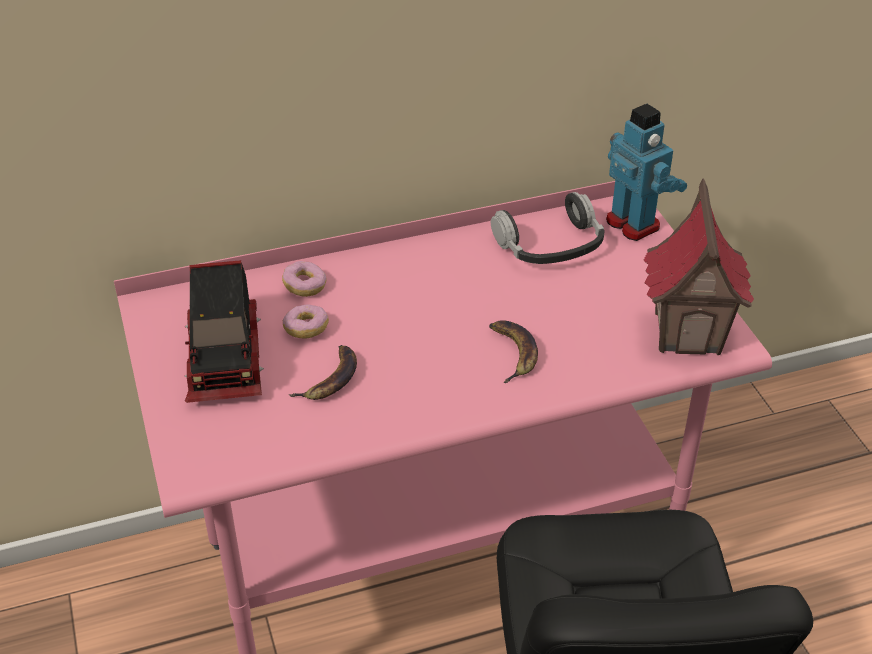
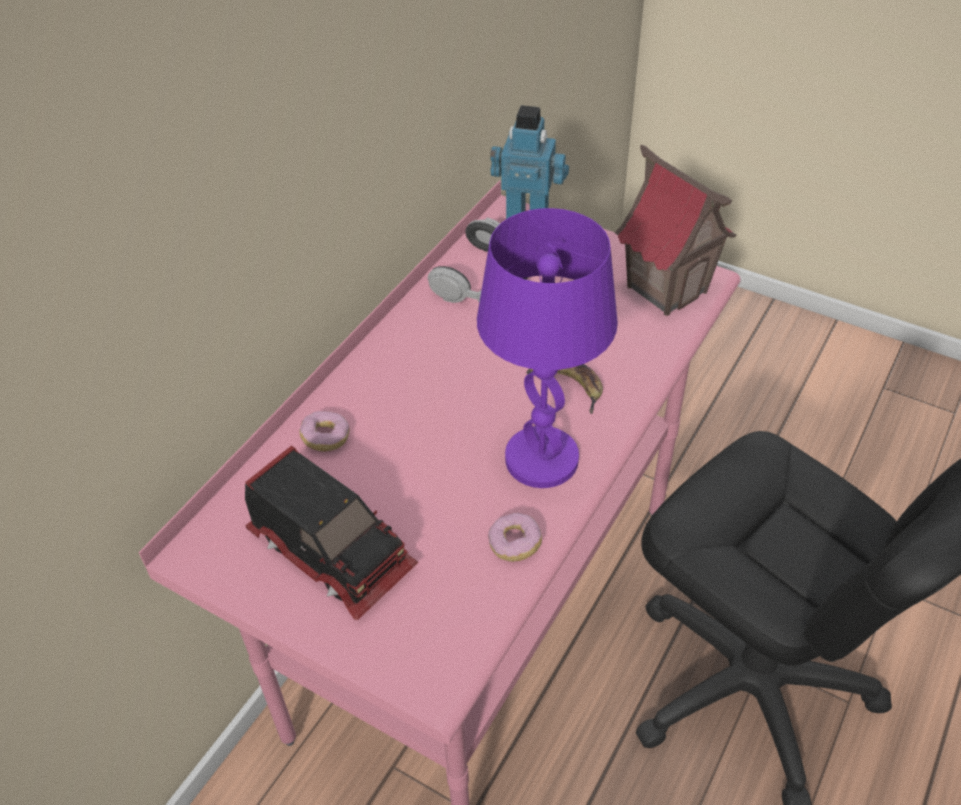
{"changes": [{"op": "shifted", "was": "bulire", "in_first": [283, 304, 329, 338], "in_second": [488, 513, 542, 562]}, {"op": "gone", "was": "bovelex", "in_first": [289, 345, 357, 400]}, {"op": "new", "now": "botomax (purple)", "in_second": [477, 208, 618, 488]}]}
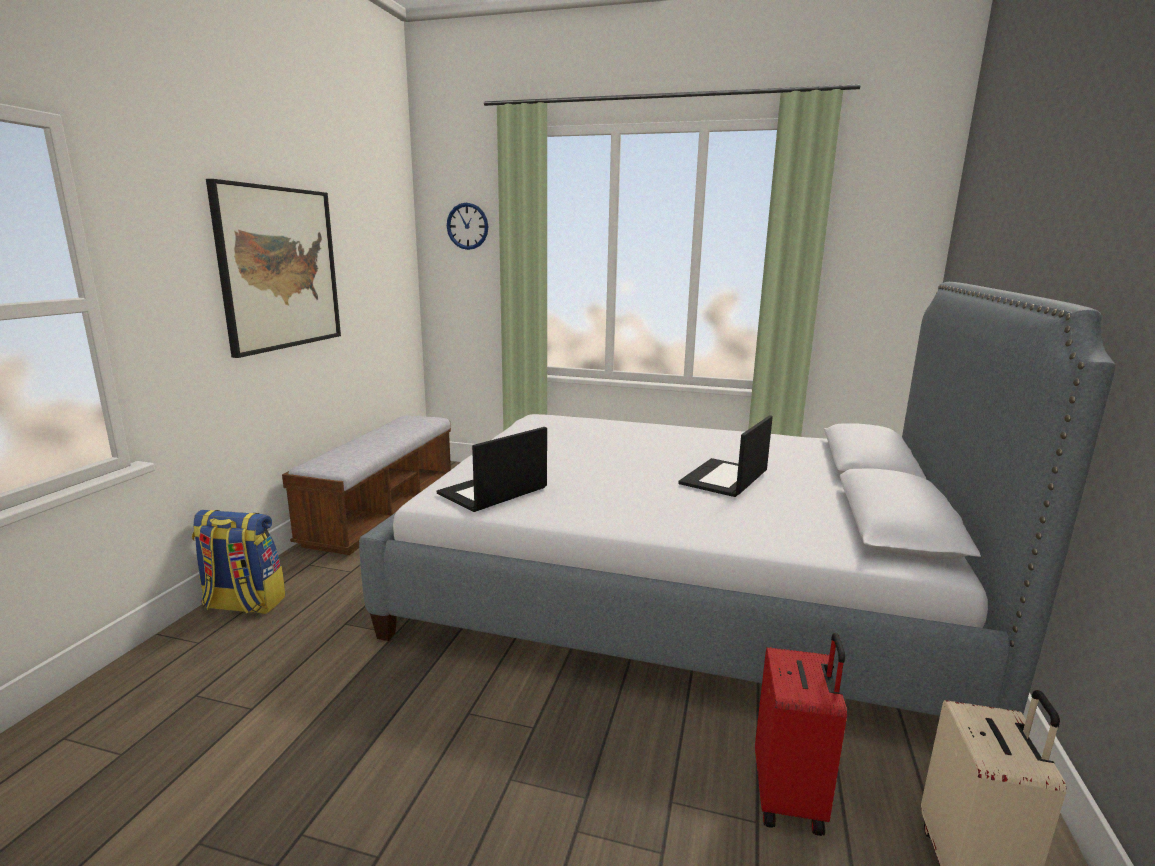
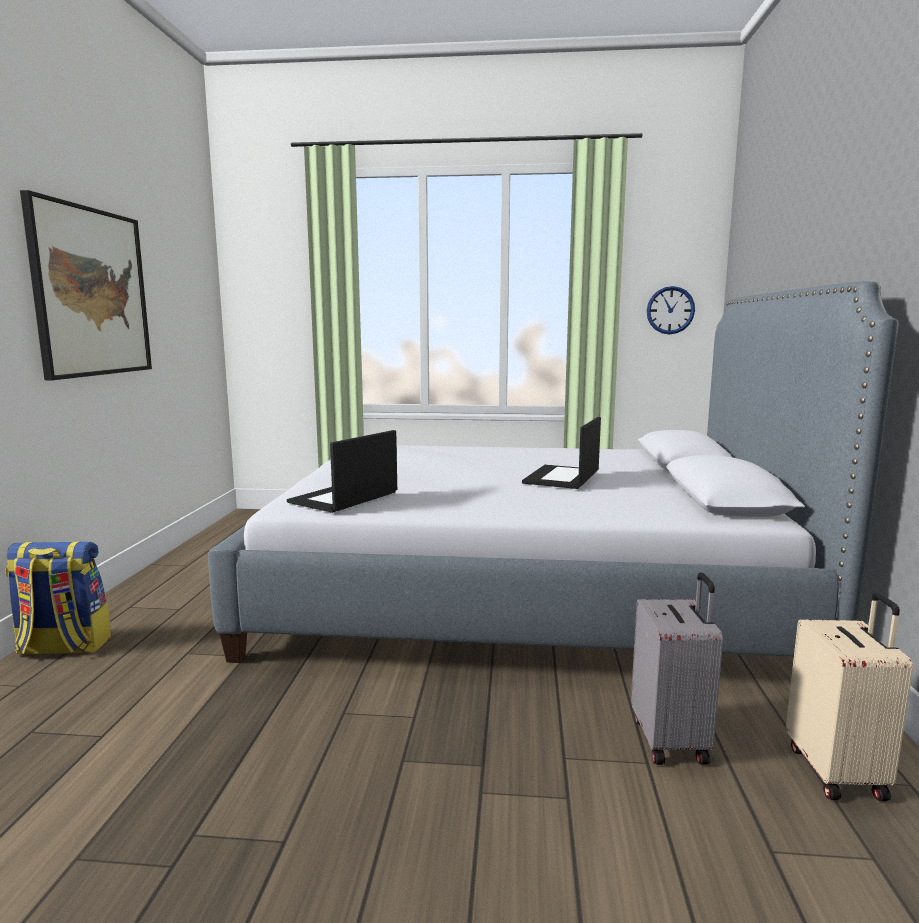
{"changes": [{"op": "gone", "was": "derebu", "in_first": [282, 416, 451, 555]}, {"op": "shifted", "was": "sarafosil", "in_first": [447, 203, 488, 250], "in_second": [647, 286, 695, 334]}, {"op": "repainted", "was": "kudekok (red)", "now": "kudekok (grey)", "in_first": [755, 633, 847, 836], "in_second": [631, 572, 723, 765]}]}
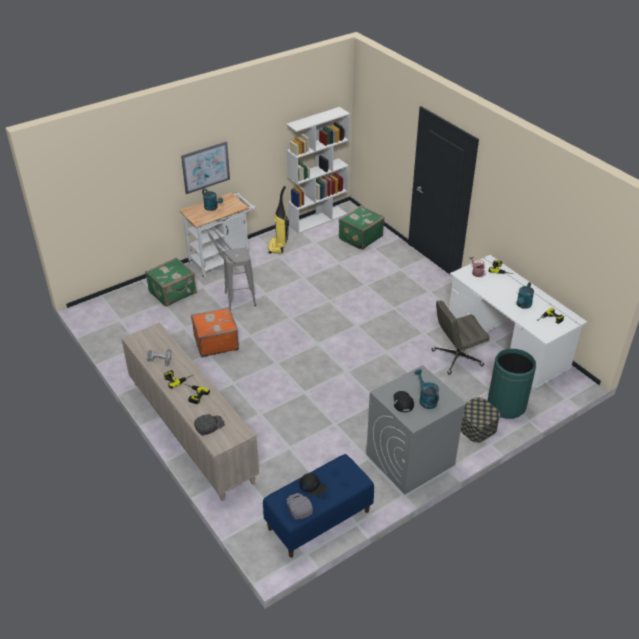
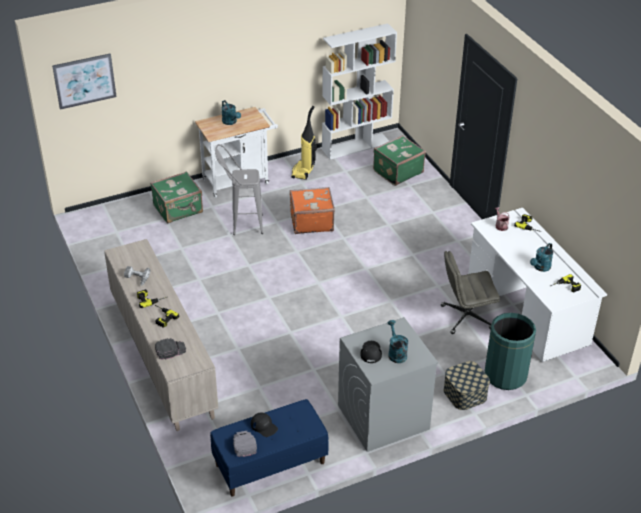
{"changes": [{"op": "shifted", "was": "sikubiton", "in_first": [181, 142, 230, 194], "in_second": [52, 53, 117, 110]}, {"op": "shifted", "was": "kudekok (orange)", "in_first": [191, 307, 239, 358], "in_second": [290, 187, 335, 234]}]}
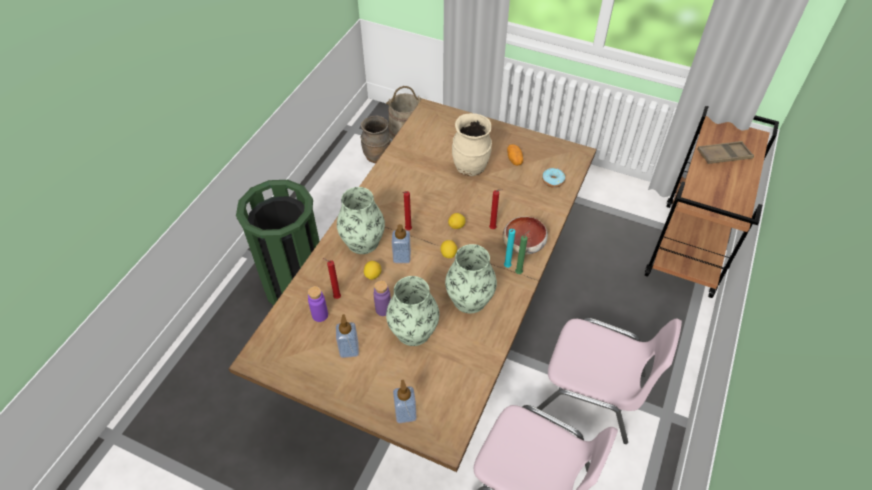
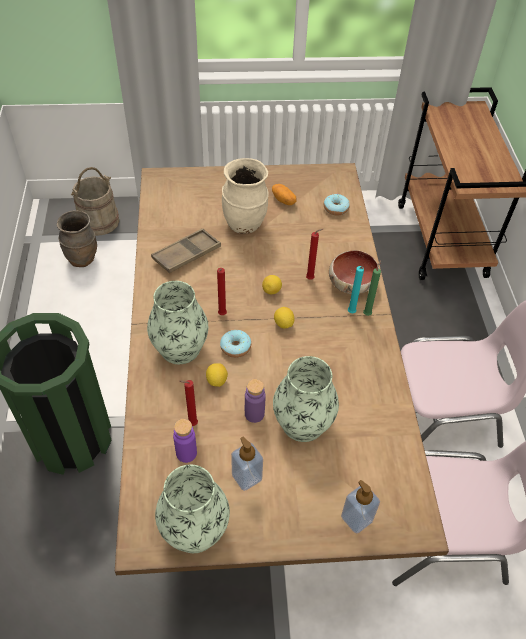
{"changes": [{"op": "swapped", "was": "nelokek", "now": "bulire", "in_first": [392, 224, 411, 263], "in_second": [220, 330, 251, 358]}, {"op": "shifted", "was": "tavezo", "in_first": [445, 244, 497, 313], "in_second": [155, 465, 230, 553]}, {"op": "shifted", "was": "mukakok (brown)", "in_first": [697, 141, 754, 164], "in_second": [151, 229, 221, 273]}]}
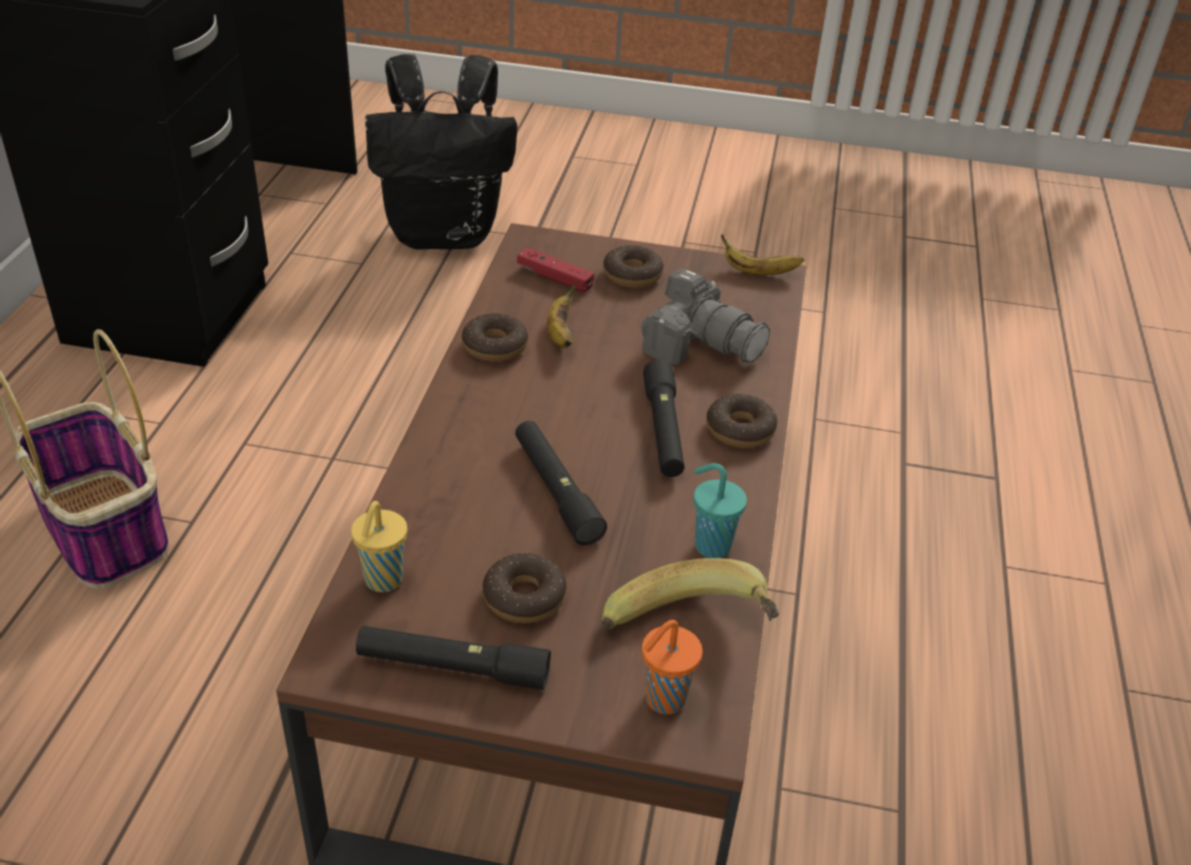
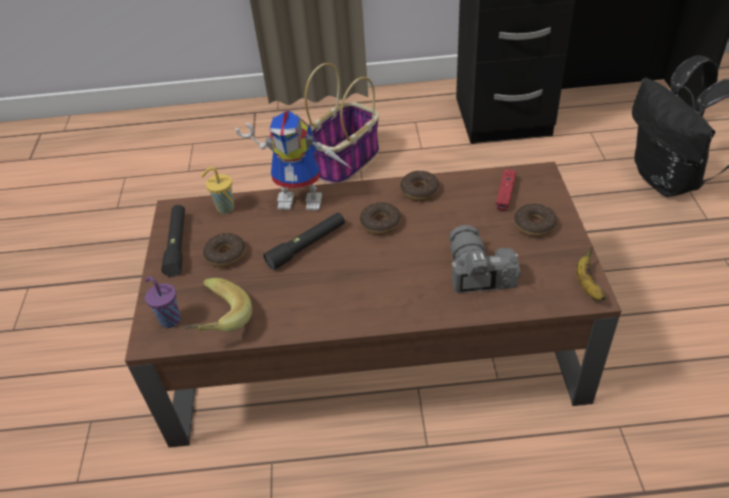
{"changes": [{"op": "gone", "was": "bovelex", "in_first": [547, 283, 576, 348]}, {"op": "rotated", "was": "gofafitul", "in_first": [641, 269, 770, 365], "in_second": [449, 225, 521, 293], "clockwise": 150}, {"op": "repainted", "was": "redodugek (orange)", "now": "redodugek (purple)", "in_first": [642, 620, 702, 714], "in_second": [145, 276, 181, 328]}, {"op": "gone", "was": "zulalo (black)", "in_first": [643, 359, 684, 477]}, {"op": "gone", "was": "redodugek (turquoise)", "in_first": [694, 463, 747, 558]}, {"op": "shifted", "was": "bulire", "in_first": [706, 394, 777, 448], "in_second": [360, 202, 401, 235]}, {"op": "new", "now": "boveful", "in_second": [235, 110, 352, 210]}]}
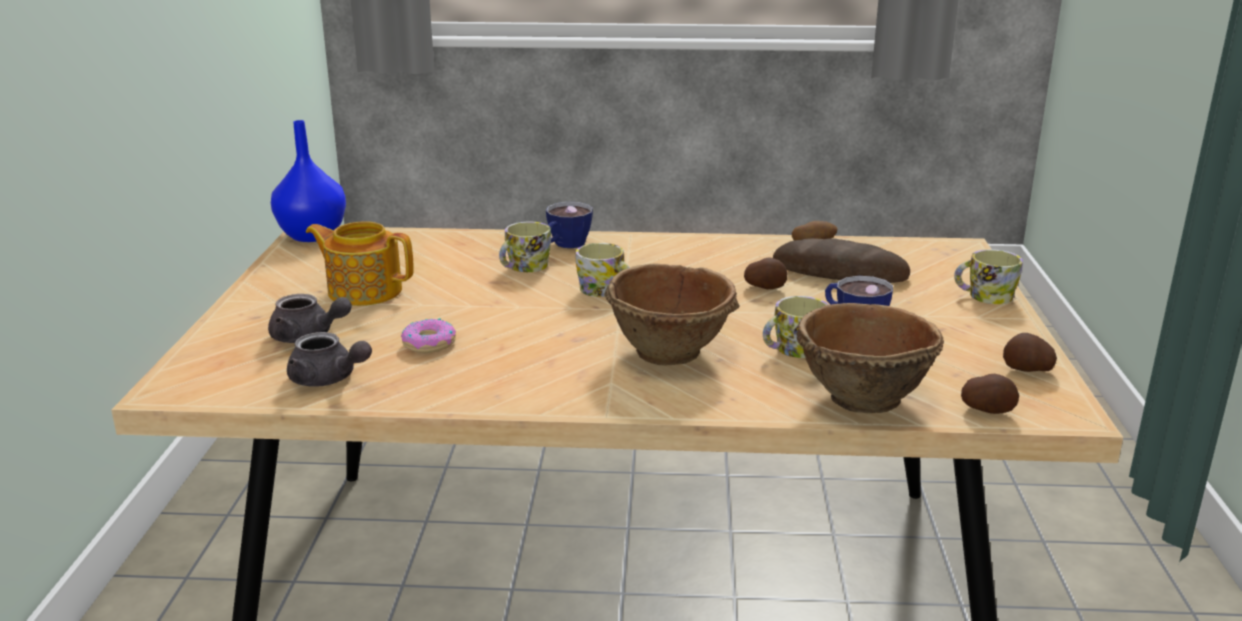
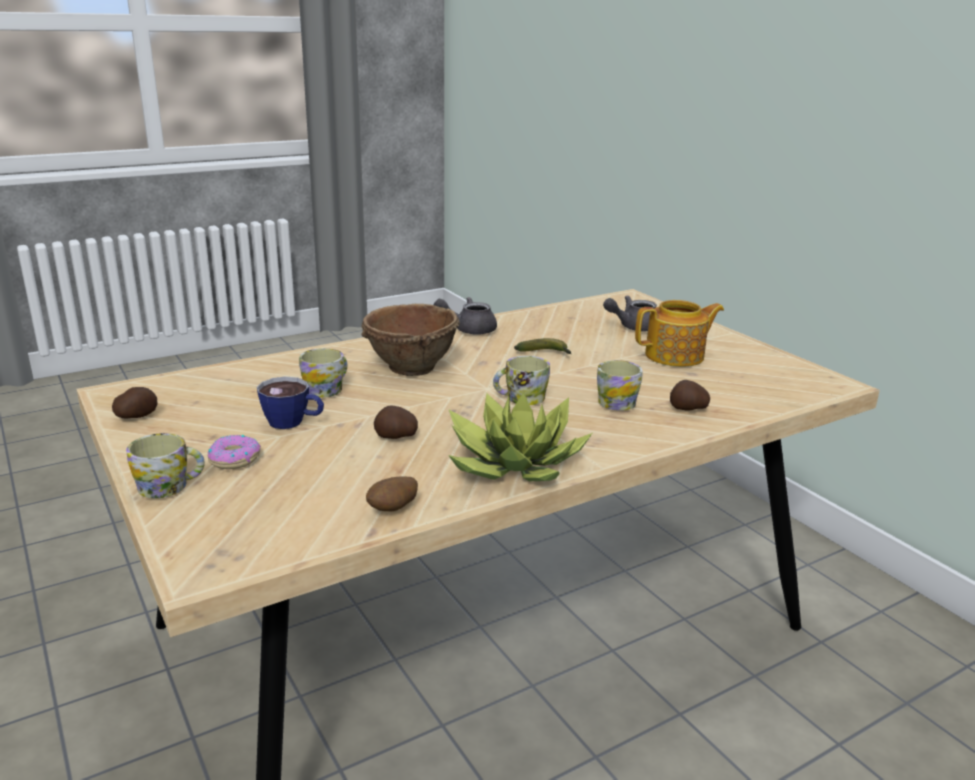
{"changes": [{"op": "gone", "was": "tavezo (blue)", "in_first": [271, 120, 346, 242]}, {"op": "shifted", "was": "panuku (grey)", "in_first": [287, 332, 372, 387], "in_second": [434, 297, 497, 335]}, {"op": "shifted", "was": "bulire", "in_first": [401, 318, 456, 353], "in_second": [208, 435, 261, 469]}, {"op": "gone", "was": "redodugek", "in_first": [546, 202, 593, 248]}, {"op": "gone", "was": "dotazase", "in_first": [773, 238, 910, 283]}, {"op": "gone", "was": "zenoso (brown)", "in_first": [797, 303, 944, 414]}, {"op": "shifted", "was": "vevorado", "in_first": [961, 374, 1019, 414], "in_second": [670, 380, 710, 411]}, {"op": "new", "now": "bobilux", "in_second": [448, 393, 592, 481]}, {"op": "new", "now": "bovelex", "in_second": [514, 338, 571, 354]}]}
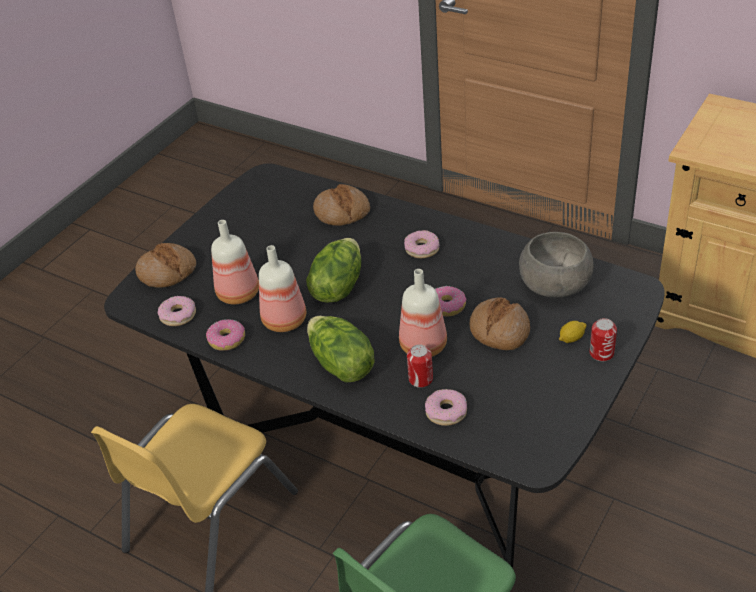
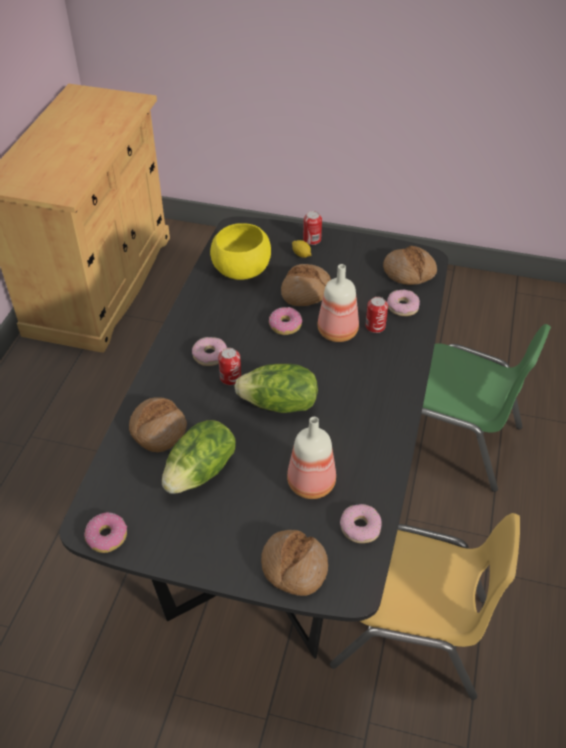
{"changes": [{"op": "shifted", "was": "bulire", "in_first": [206, 319, 245, 351], "in_second": [84, 512, 127, 553]}, {"op": "gone", "was": "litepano", "in_first": [259, 245, 306, 332]}, {"op": "shifted", "was": "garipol", "in_first": [307, 316, 375, 383], "in_second": [162, 420, 236, 494]}, {"op": "repainted", "was": "zenoso (grey)", "now": "zenoso (yellow)", "in_first": [519, 232, 594, 297], "in_second": [210, 223, 271, 280]}, {"op": "new", "now": "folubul", "in_second": [218, 348, 241, 385]}, {"op": "new", "now": "dotazase", "in_second": [383, 246, 437, 285]}]}
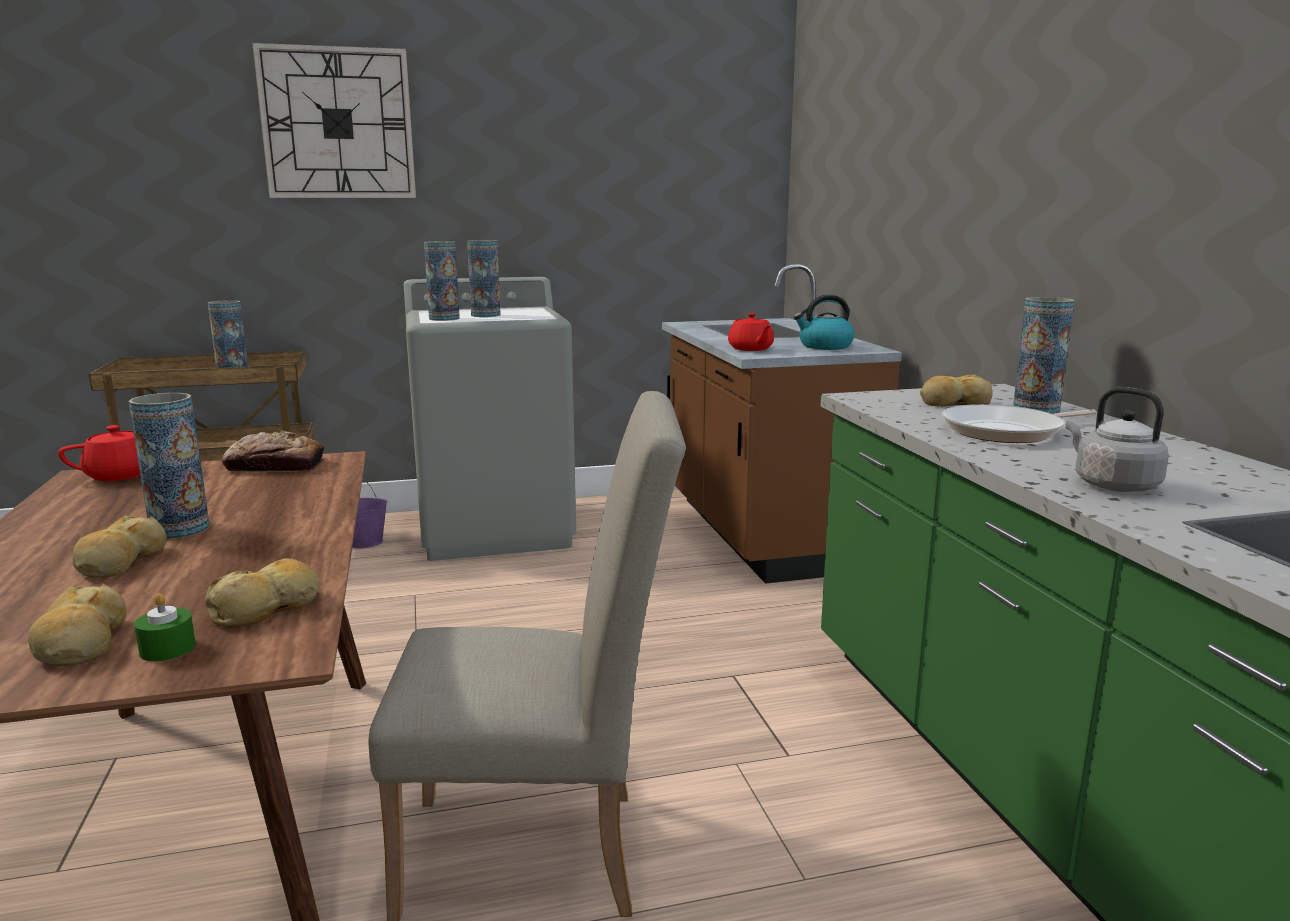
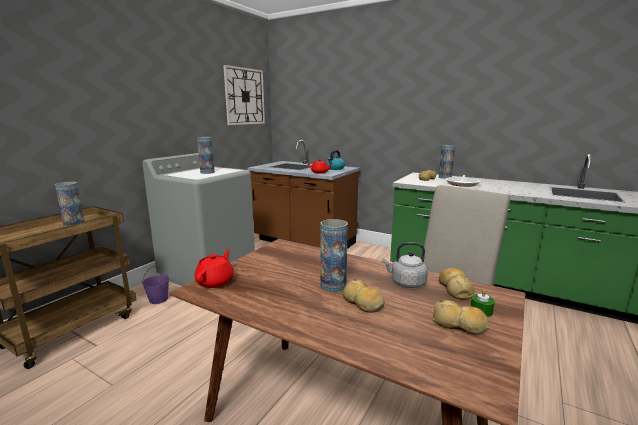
{"changes": [{"op": "gone", "was": "dotazase", "in_first": [222, 431, 324, 472]}, {"op": "shifted", "was": "sarafosil", "in_first": [252, 43, 416, 198], "in_second": [223, 65, 265, 125]}, {"op": "gone", "was": "tavezo", "in_first": [424, 241, 460, 321]}, {"op": "shifted", "was": "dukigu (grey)", "in_first": [1066, 387, 1169, 492], "in_second": [382, 242, 428, 288]}]}
